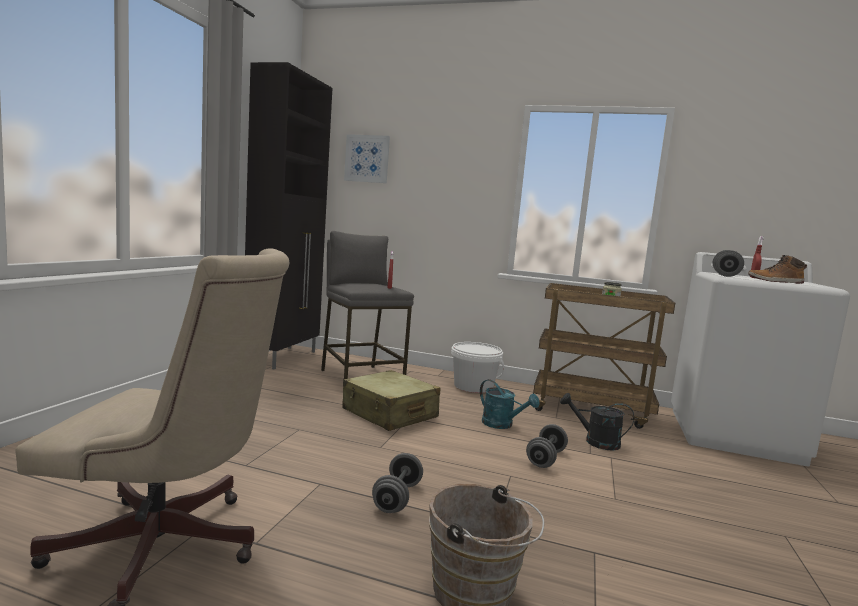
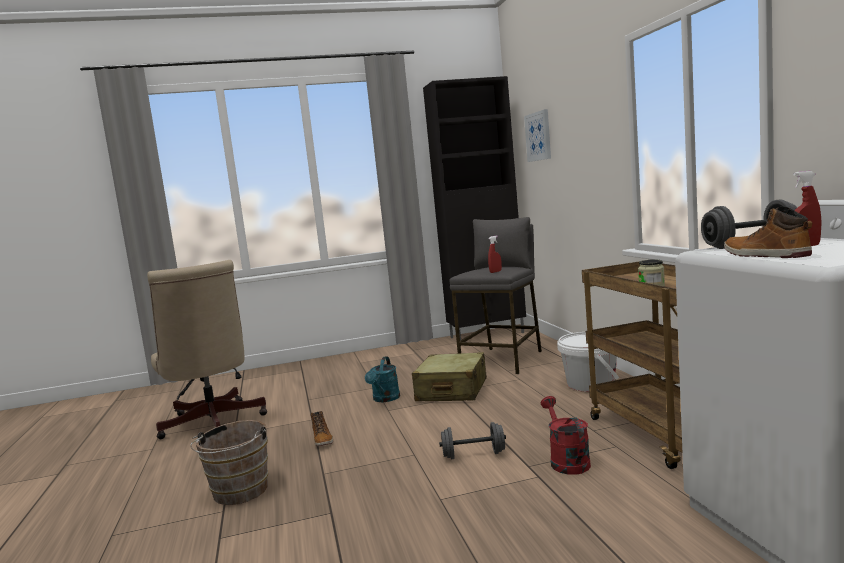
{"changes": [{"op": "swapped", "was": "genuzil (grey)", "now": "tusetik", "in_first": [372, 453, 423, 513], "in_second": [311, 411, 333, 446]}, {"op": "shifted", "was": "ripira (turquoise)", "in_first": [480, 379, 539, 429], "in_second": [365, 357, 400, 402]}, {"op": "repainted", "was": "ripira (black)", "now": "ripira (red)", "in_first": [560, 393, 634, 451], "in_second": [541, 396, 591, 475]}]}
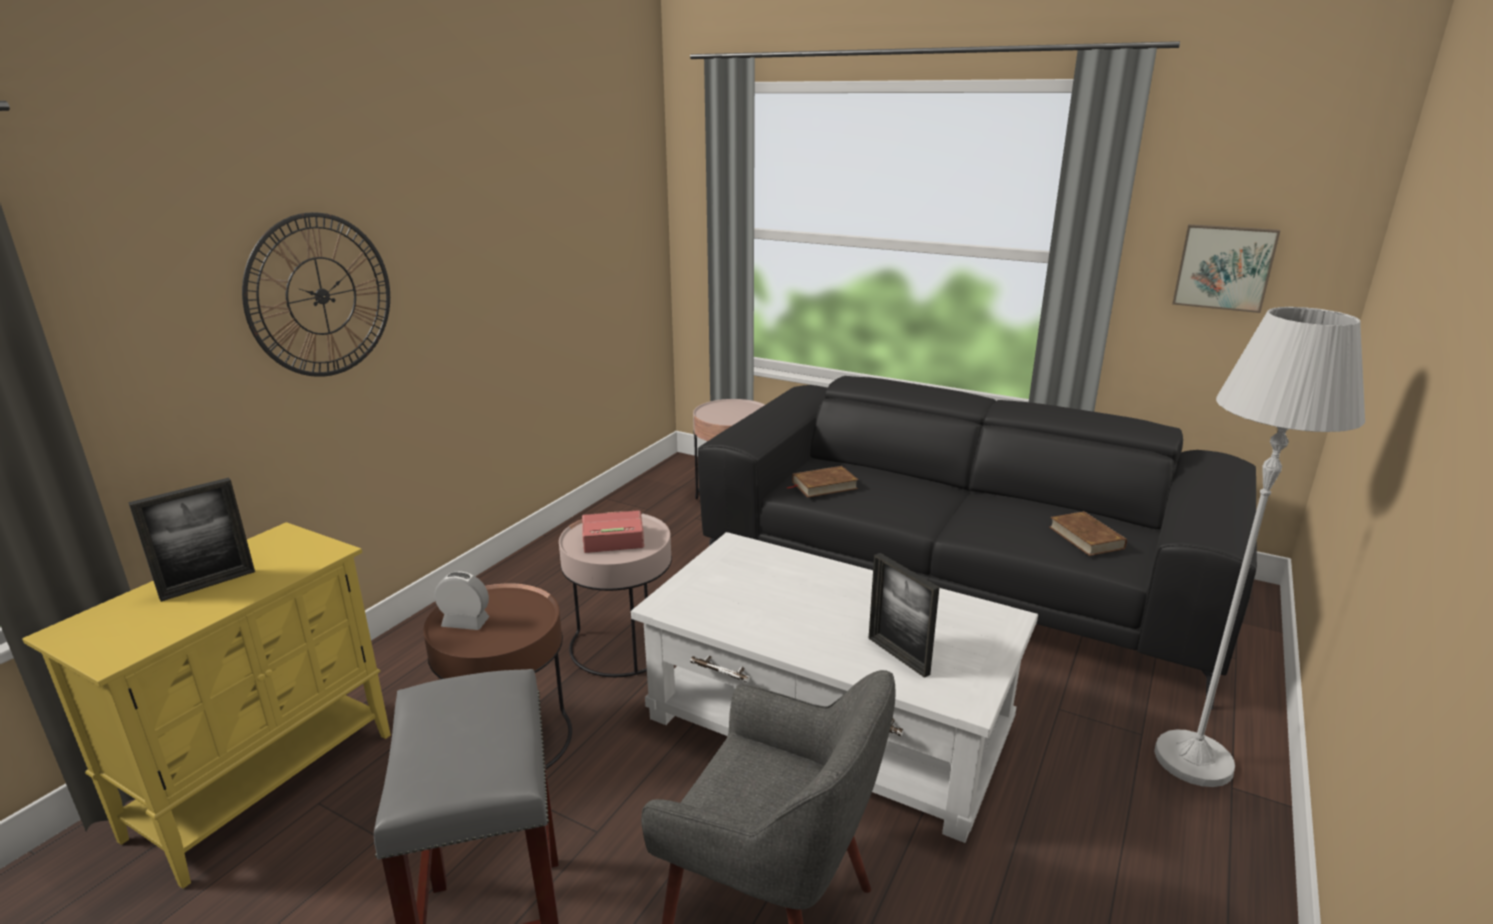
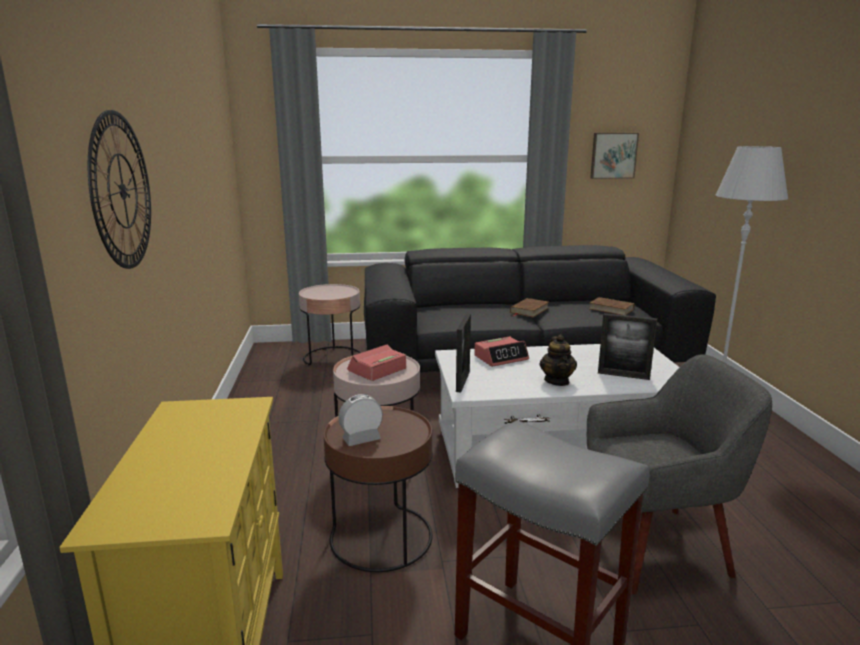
{"changes": [{"op": "shifted", "was": "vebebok", "in_first": [128, 478, 255, 602], "in_second": [456, 313, 471, 392]}, {"op": "shifted", "was": "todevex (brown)", "in_first": [787, 466, 858, 498], "in_second": [510, 298, 549, 318]}, {"op": "new", "now": "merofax", "in_second": [474, 336, 529, 367]}, {"op": "new", "now": "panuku", "in_second": [539, 335, 577, 386]}]}
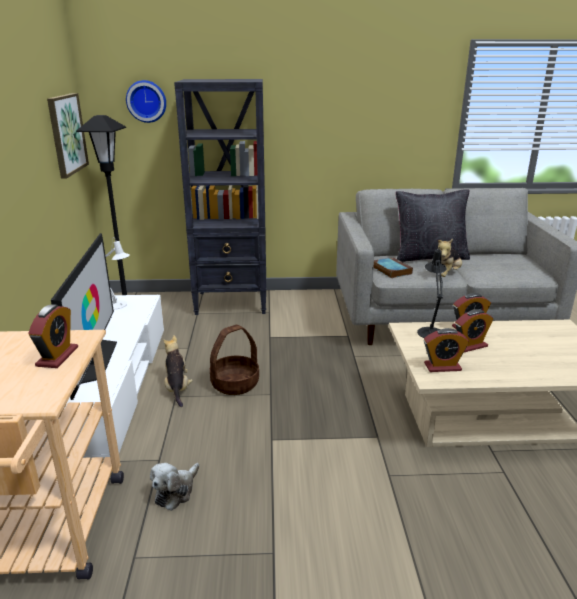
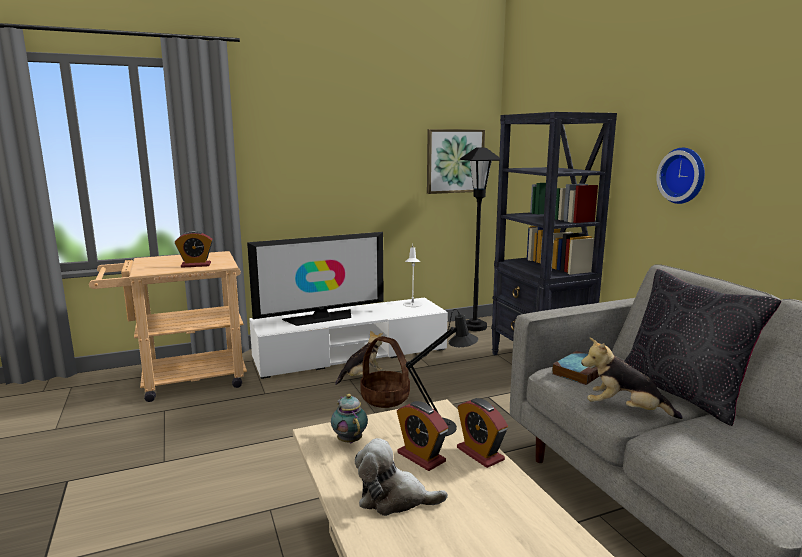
{"changes": [{"op": "shifted", "was": "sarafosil", "in_first": [126, 80, 166, 123], "in_second": [656, 148, 705, 204]}, {"op": "shifted", "was": "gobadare", "in_first": [150, 463, 199, 511], "in_second": [355, 438, 448, 516]}, {"op": "swapped", "was": "merofax", "now": "panuku", "in_first": [424, 328, 469, 372], "in_second": [331, 394, 368, 443]}]}
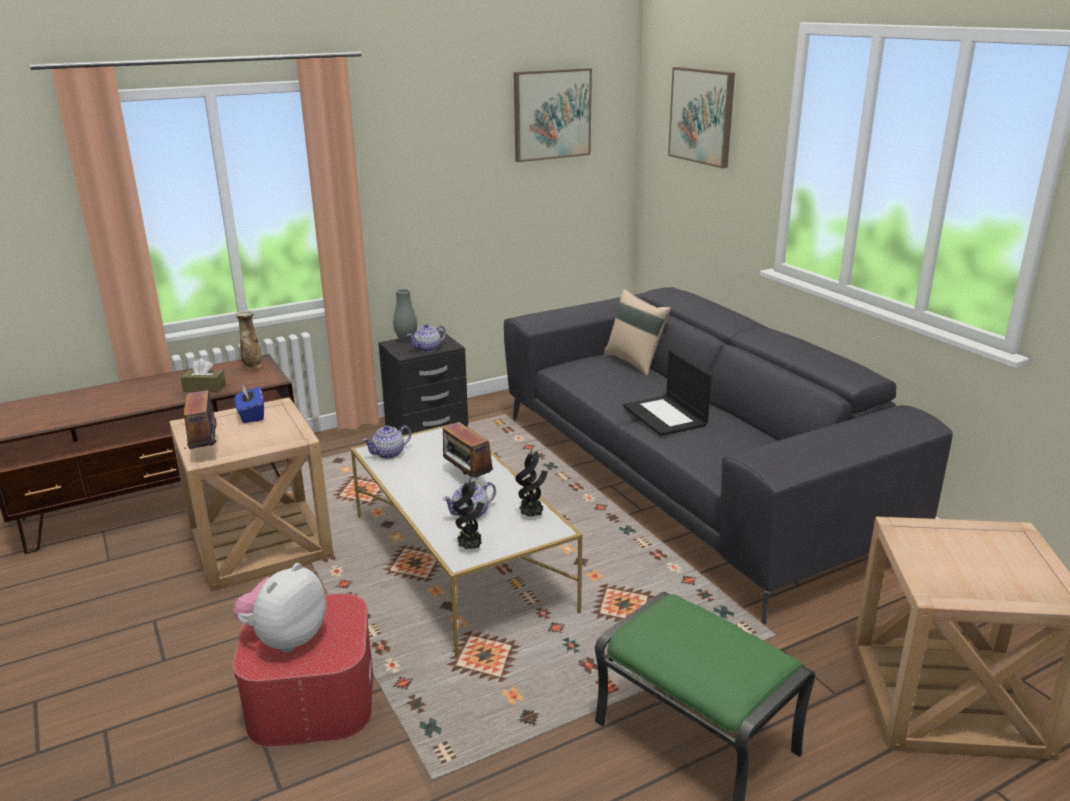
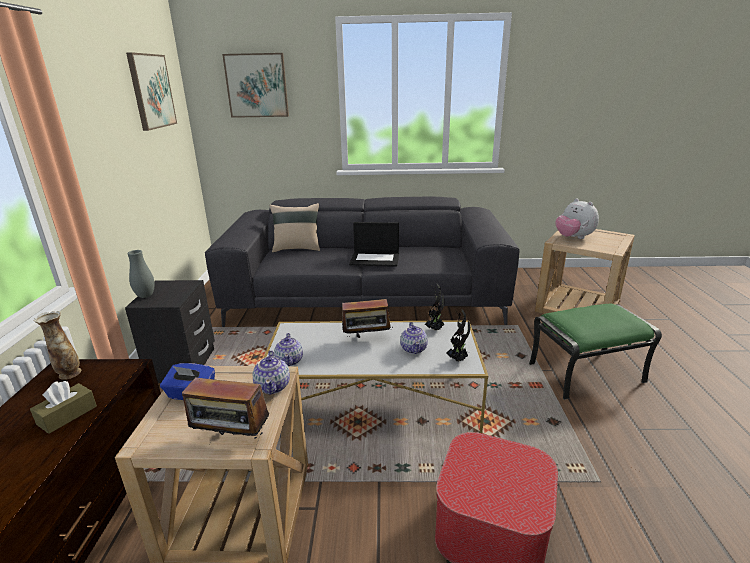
{"changes": [{"op": "shifted", "was": "gobadare", "in_first": [233, 563, 326, 652], "in_second": [555, 198, 599, 239]}, {"op": "shifted", "was": "panuku", "in_first": [407, 324, 446, 352], "in_second": [253, 351, 290, 395]}]}
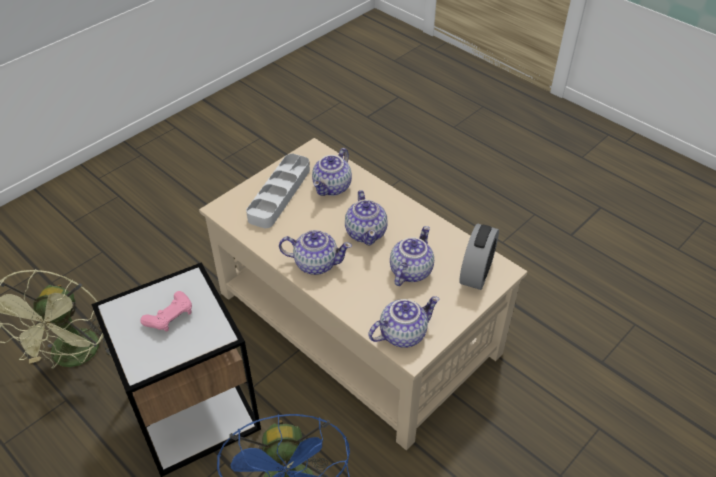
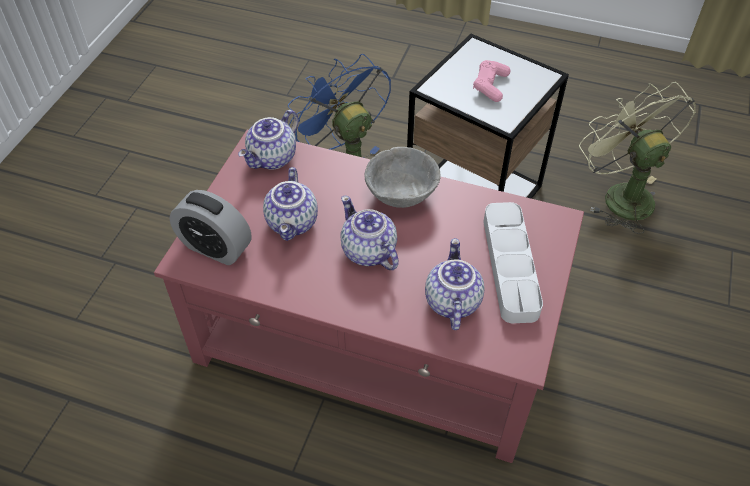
{"changes": [{"op": "repainted", "was": "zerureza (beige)", "now": "zerureza (red)", "in_first": [199, 138, 528, 451], "in_second": [154, 129, 584, 463]}, {"op": "swapped", "was": "panuku", "now": "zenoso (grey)", "in_first": [279, 230, 352, 275], "in_second": [364, 147, 441, 208]}, {"op": "rotated", "was": "merofax", "in_first": [459, 224, 499, 290], "in_second": [169, 190, 251, 265], "clockwise": -60}]}
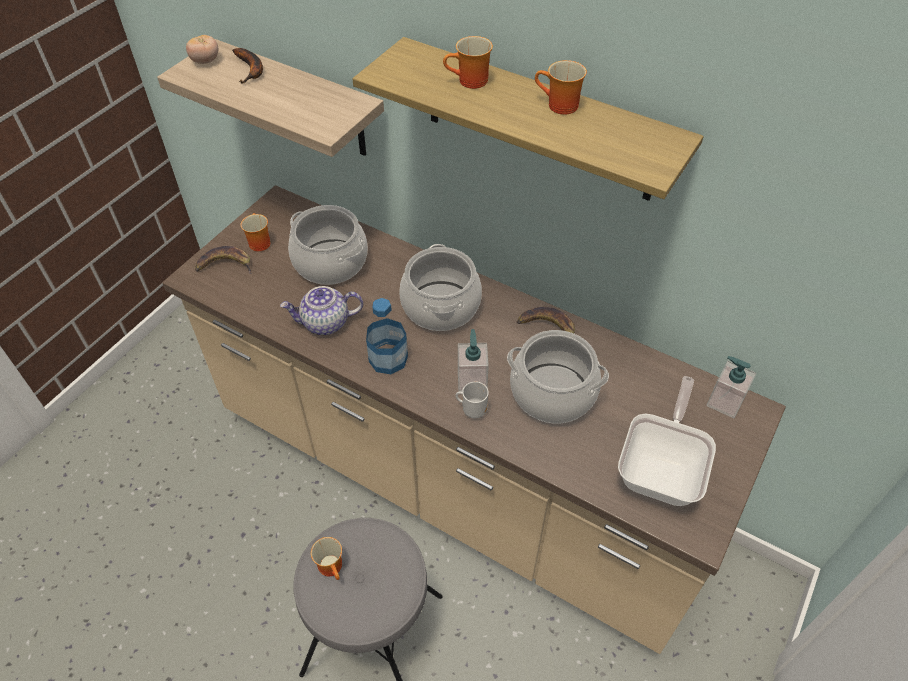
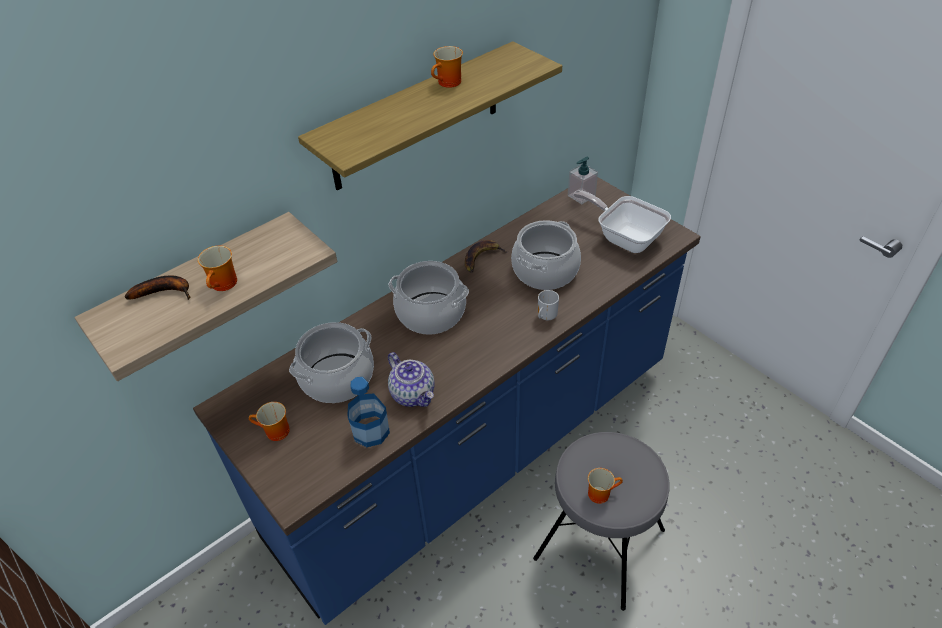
{"changes": [{"op": "repainted", "was": "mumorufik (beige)", "now": "mumorufik (blue)", "in_first": [162, 185, 786, 654], "in_second": [193, 177, 701, 625]}, {"op": "gone", "was": "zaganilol", "in_first": [186, 35, 218, 64]}, {"op": "gone", "was": "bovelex", "in_first": [195, 246, 252, 274]}, {"op": "rotated", "was": "panuku", "in_first": [280, 286, 363, 335], "in_second": [388, 352, 435, 407], "clockwise": -45}, {"op": "shifted", "was": "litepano", "in_first": [366, 298, 408, 374], "in_second": [347, 377, 390, 447]}, {"op": "shifted", "was": "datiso", "in_first": [443, 36, 493, 89], "in_second": [198, 246, 237, 291]}, {"op": "gone", "was": "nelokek", "in_first": [458, 329, 489, 392]}]}
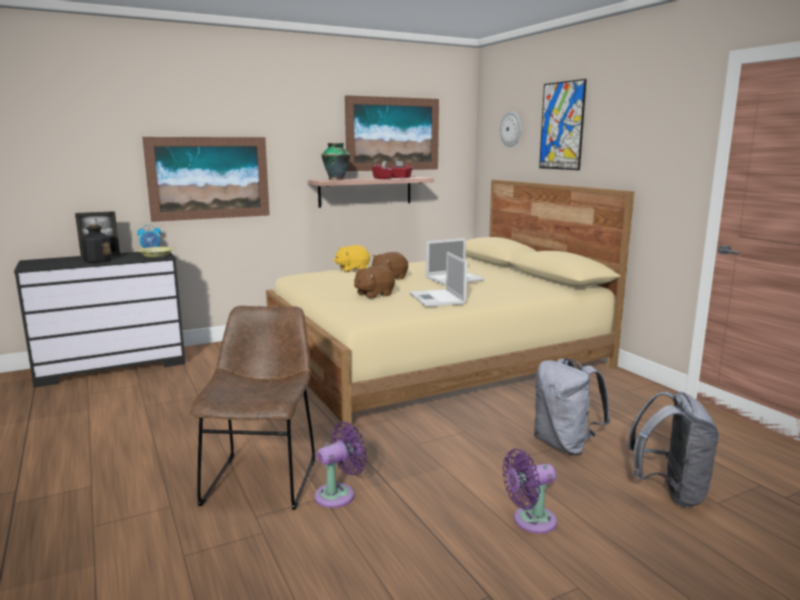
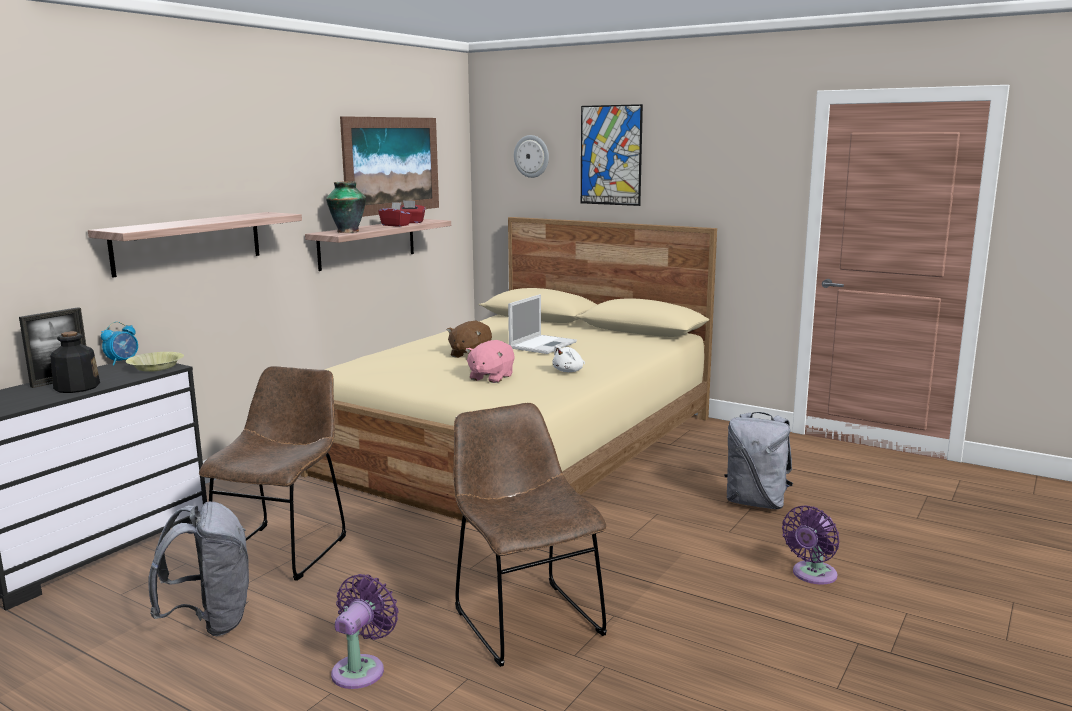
{"changes": [{"op": "swapped", "was": "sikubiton", "now": "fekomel", "in_first": [142, 137, 270, 222], "in_second": [88, 212, 302, 278]}, {"op": "shifted", "was": "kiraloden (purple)", "in_first": [315, 422, 367, 508], "in_second": [331, 574, 399, 689]}, {"op": "gone", "was": "gobadare (yellow)", "in_first": [334, 245, 370, 272]}, {"op": "repainted", "was": "gobadare (brown)", "now": "gobadare (pink)", "in_first": [354, 265, 395, 299], "in_second": [465, 340, 515, 383]}, {"op": "swapped", "was": "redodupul", "now": "gobadare (white)", "in_first": [409, 252, 467, 307], "in_second": [553, 345, 585, 372]}, {"op": "shifted", "was": "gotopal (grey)", "in_first": [627, 391, 719, 507], "in_second": [148, 502, 249, 636]}, {"op": "new", "now": "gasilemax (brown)", "in_second": [199, 366, 346, 581]}]}
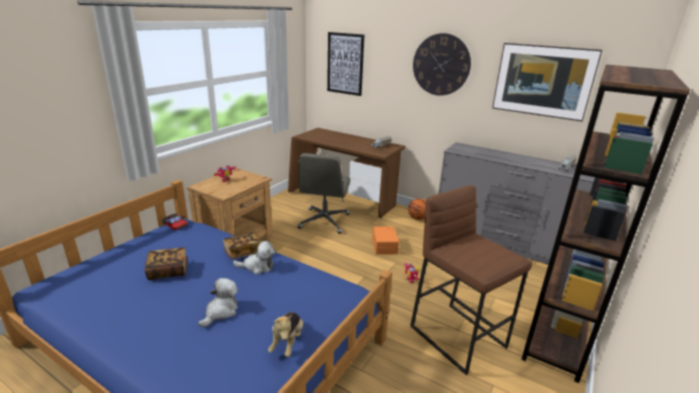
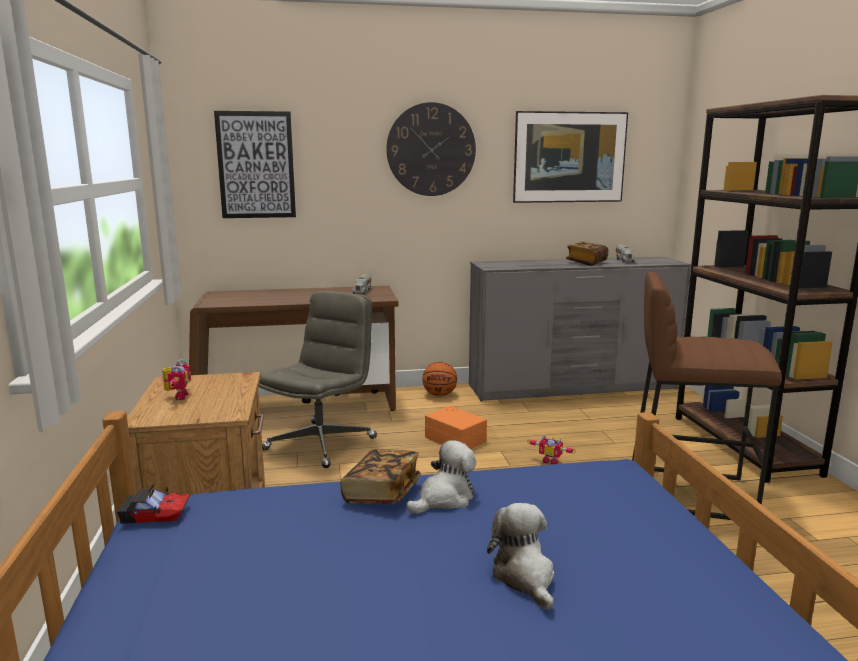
{"changes": [{"op": "shifted", "was": "todevex", "in_first": [144, 247, 188, 280], "in_second": [566, 242, 608, 266]}, {"op": "gone", "was": "gobadare", "in_first": [268, 312, 303, 357]}, {"op": "rotated", "was": "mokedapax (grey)", "in_first": [297, 153, 350, 234], "in_second": [258, 291, 377, 468], "clockwise": -120}]}
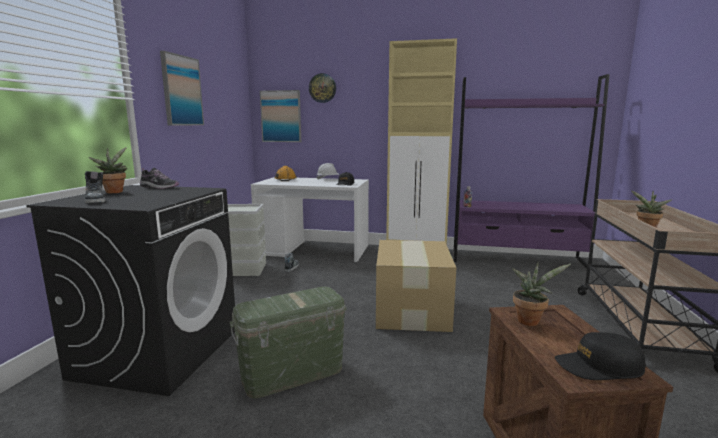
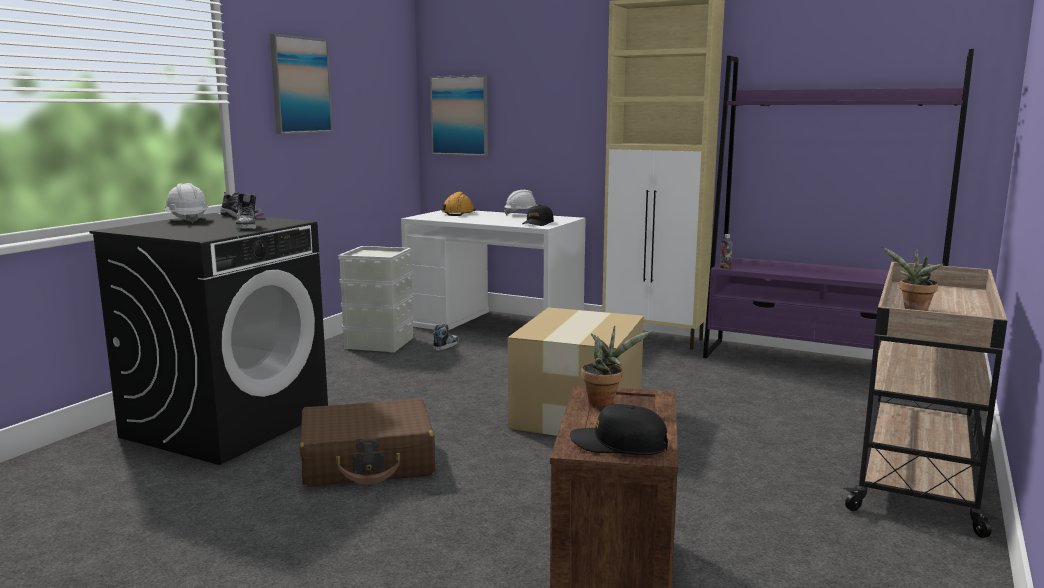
{"changes": [{"op": "shifted", "was": "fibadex", "in_first": [84, 171, 105, 204], "in_second": [235, 193, 257, 229]}, {"op": "swapped", "was": "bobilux", "now": "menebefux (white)", "in_first": [88, 147, 127, 194], "in_second": [164, 183, 210, 223]}, {"op": "swapped", "was": "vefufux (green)", "now": "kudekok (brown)", "in_first": [229, 287, 347, 399], "in_second": [300, 398, 435, 487]}, {"op": "gone", "was": "sarafosil", "in_first": [309, 73, 336, 103]}]}
